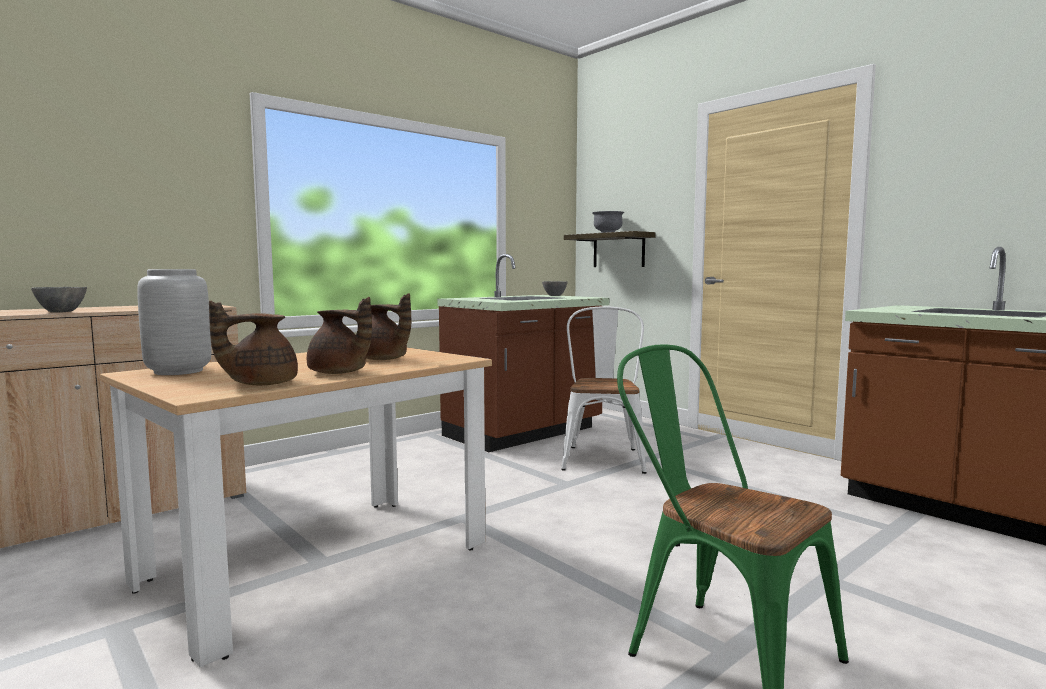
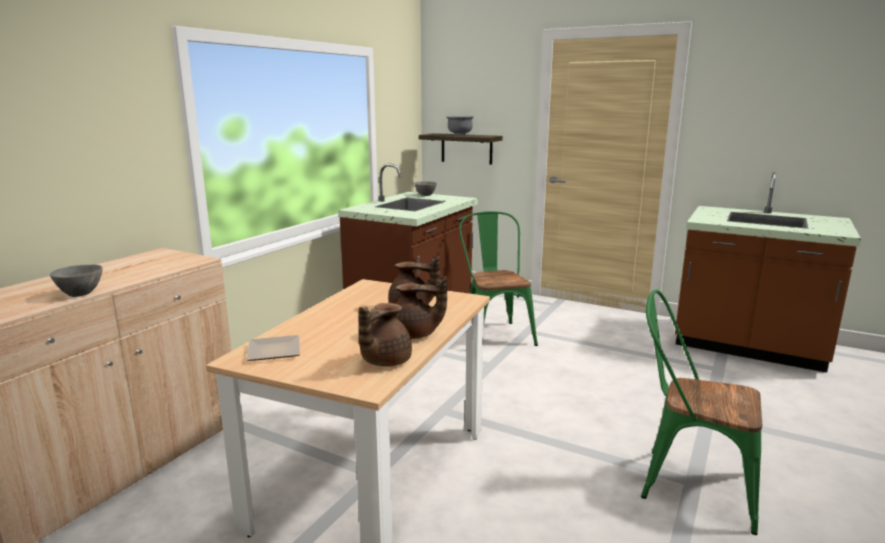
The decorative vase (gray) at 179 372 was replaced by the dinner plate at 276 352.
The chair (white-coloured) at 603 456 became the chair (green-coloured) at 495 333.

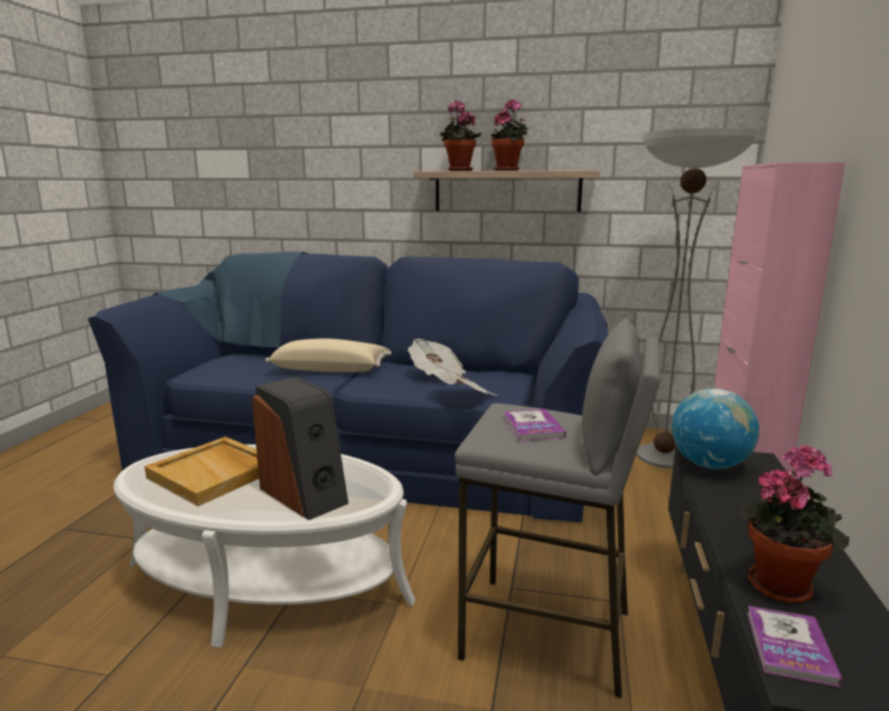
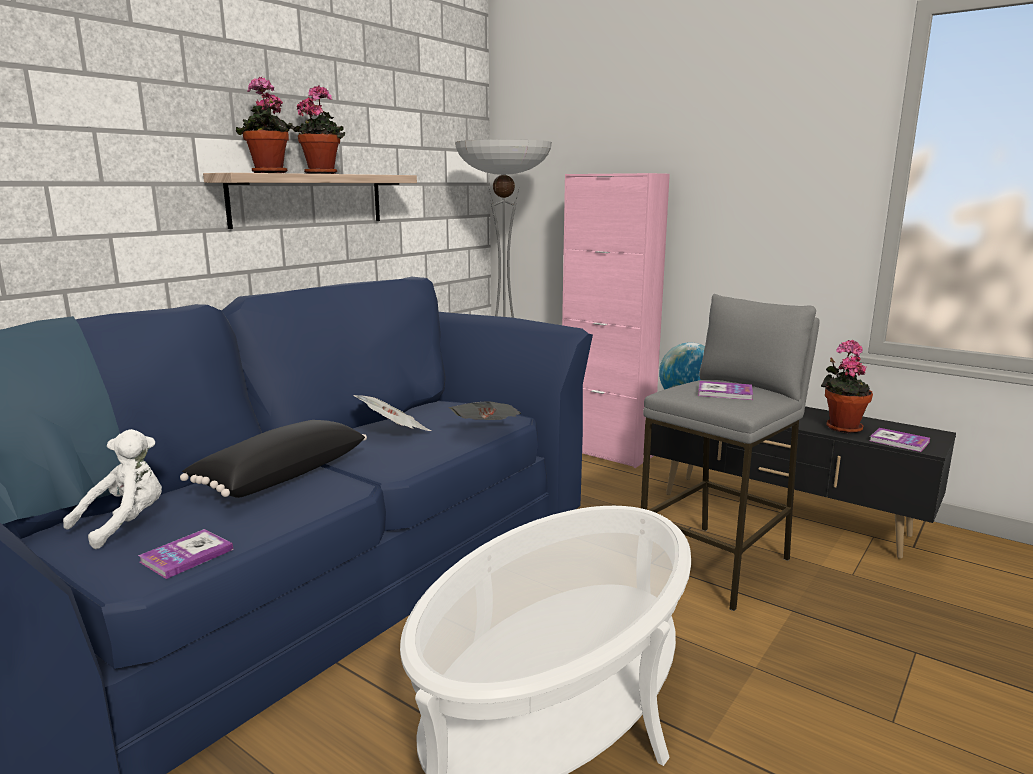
The tray (sand-coloured) at 215 473 disappeared.
The loudspeaker at 305 494 disappeared.
The soft toy (white-coloured) at 125 524 appeared.
The volume at 187 555 appeared.
The pillow (sand-coloured) at 331 369 became the pillow (blackish) at 280 475.

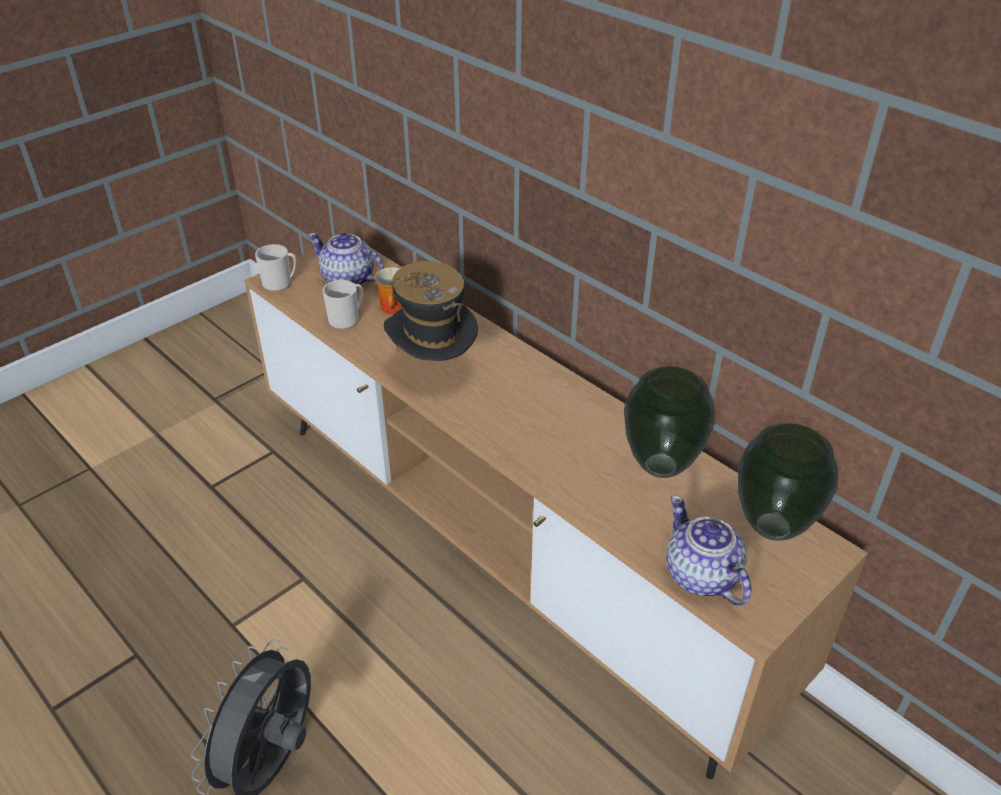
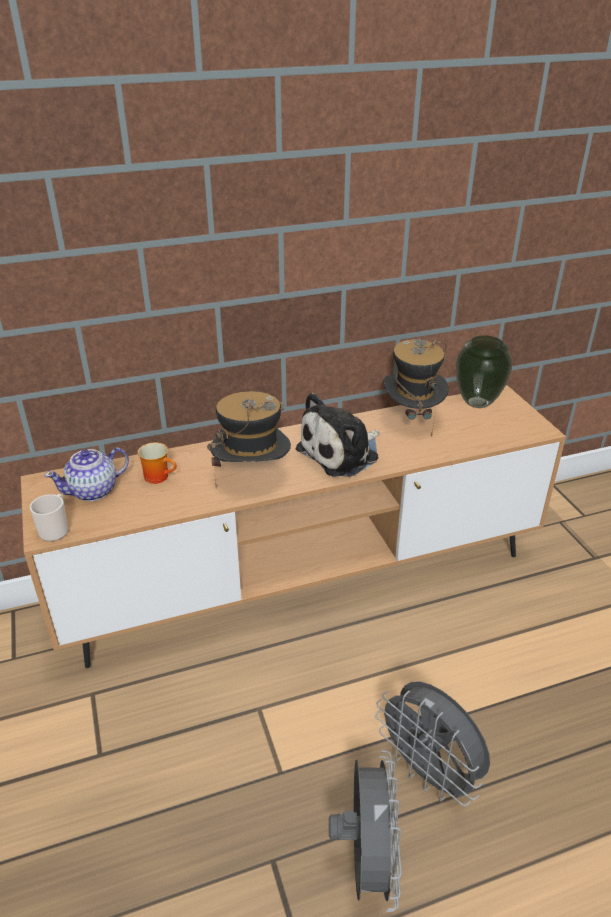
The mug at 347 319 disappeared.
The pot for tea at 701 576 disappeared.
The soft toy at 342 453 appeared.
The electric fan (gray) at 366 861 appeared.
The decorative vase at 662 466 was replaced by the wearable hat at 412 419.

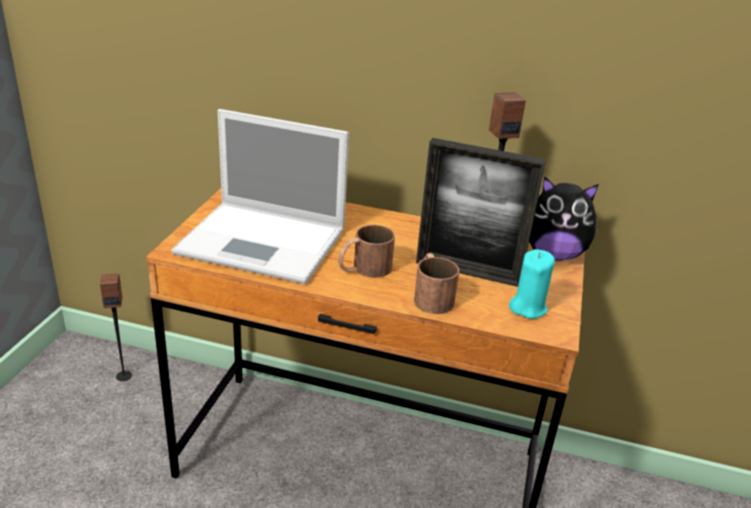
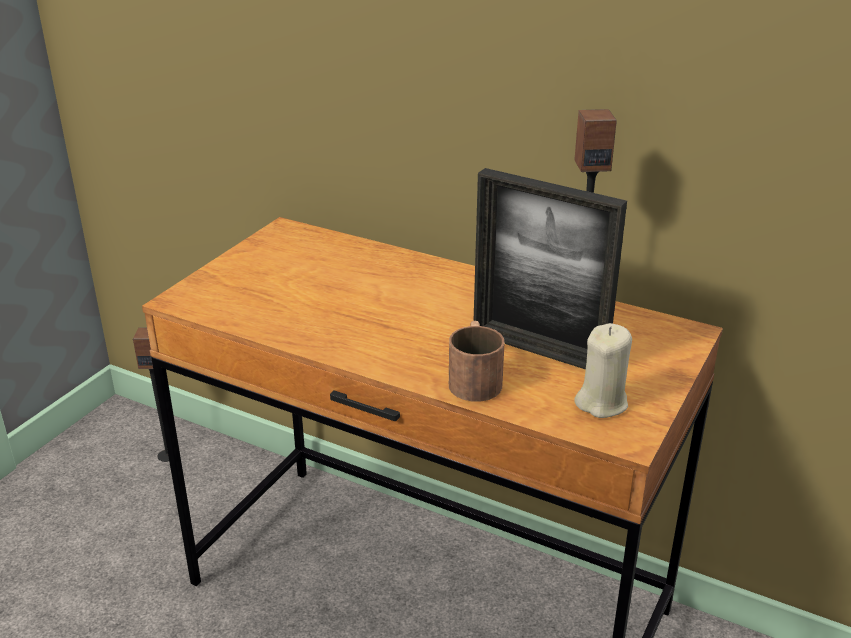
The laptop at 265 242 disappeared.
The mug (brownish) at 364 269 disappeared.
The soft toy at 553 254 disappeared.
The wax candle (turquoise) at 527 307 became the wax candle (sand-coloured) at 601 403.

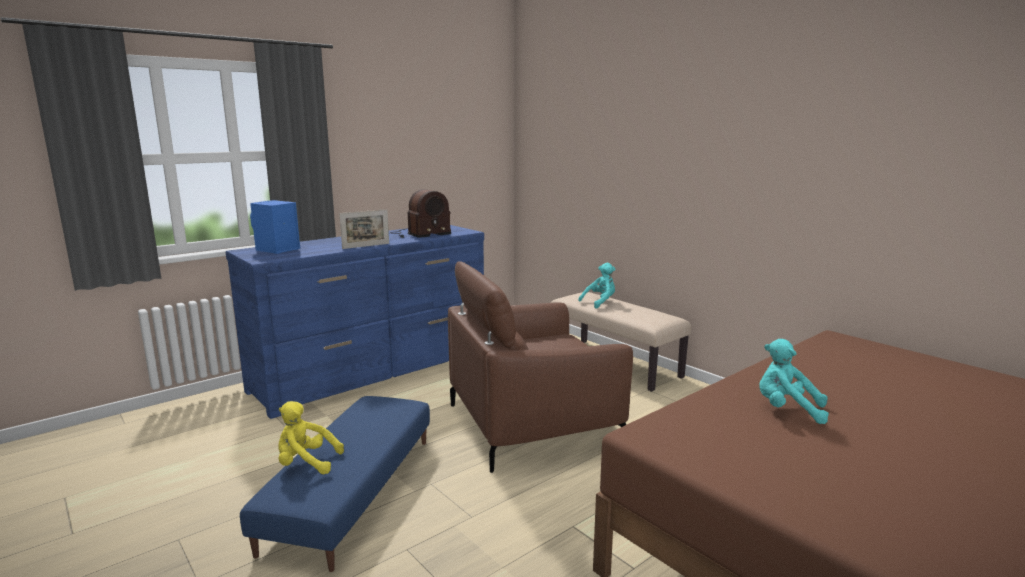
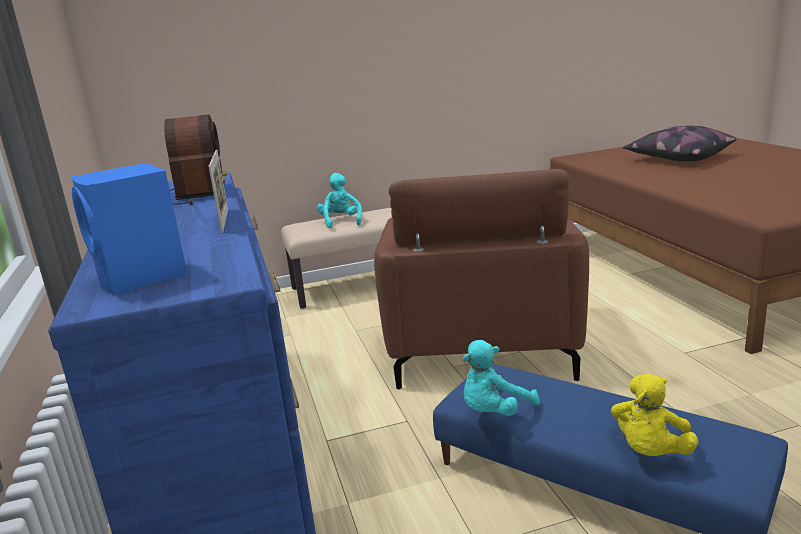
The pillow at 677 158 appeared.
The soft toy (turquoise) moved from 787 410 to 494 412.

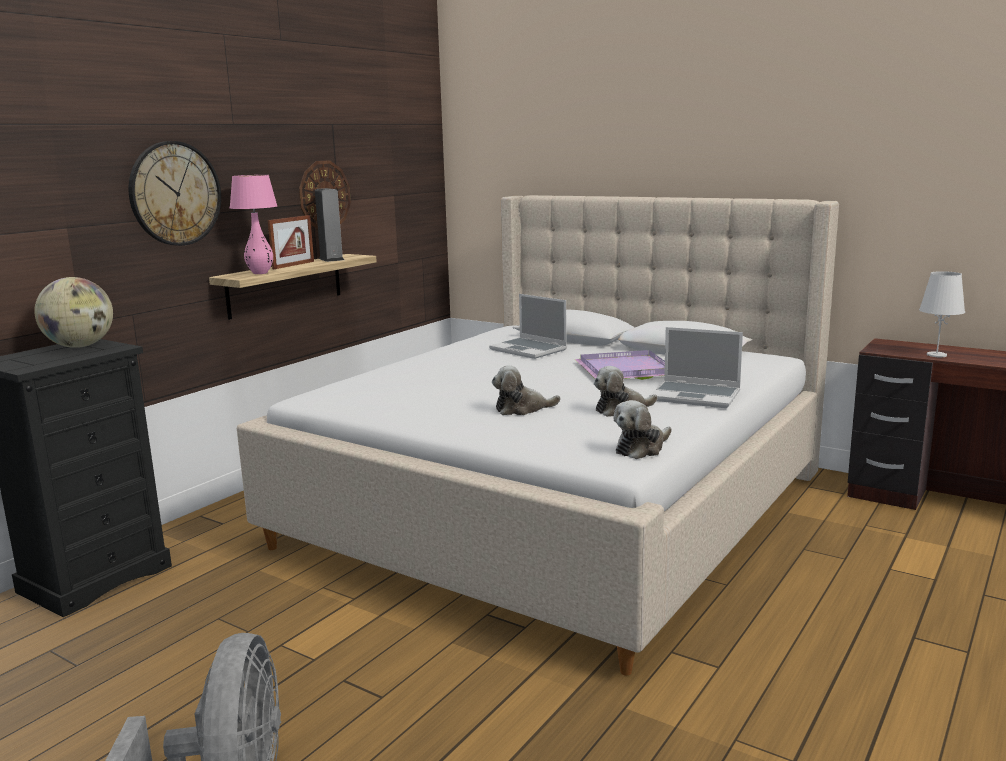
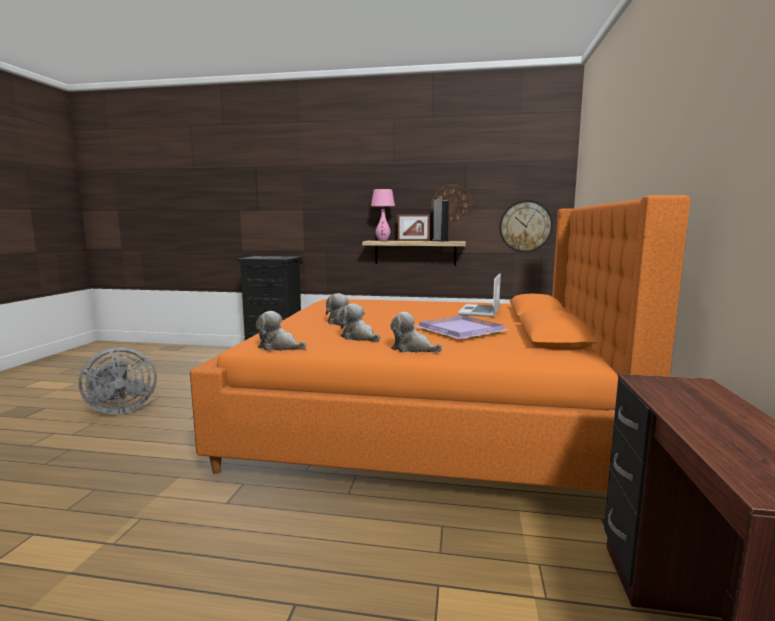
The world globe at 80 346 disappeared.
The table lamp (white-coloured) at 936 355 disappeared.
The wall clock moved from 175 193 to 525 226.
The laptop at 696 396 was replaced by the soft toy at 412 349.
The bedroom bed (sand-coloured) at 561 507 became the bedroom bed (orangey) at 426 419.

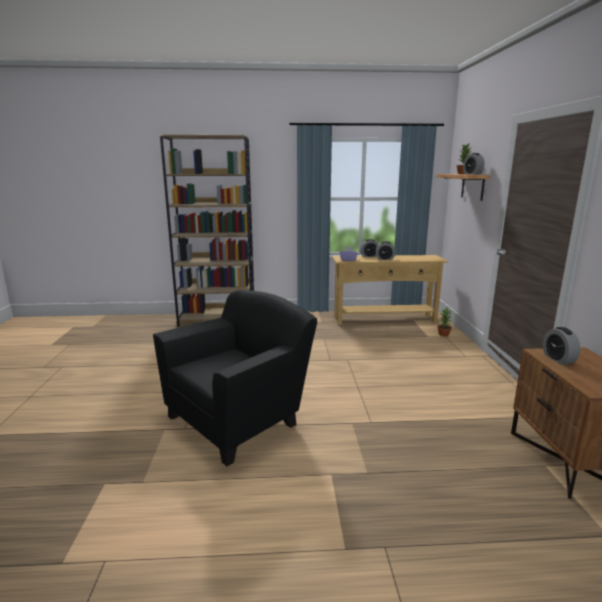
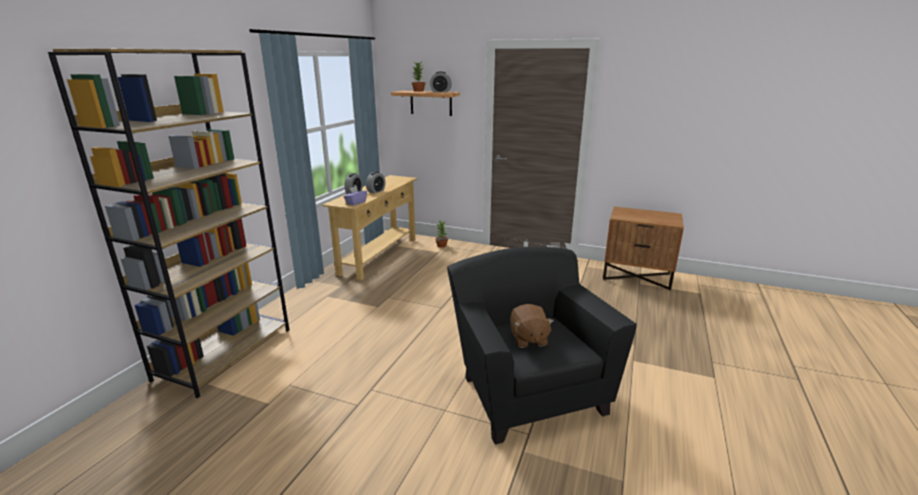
The table clock at 558 359 disappeared.
The soft toy (brownish) at 528 339 appeared.

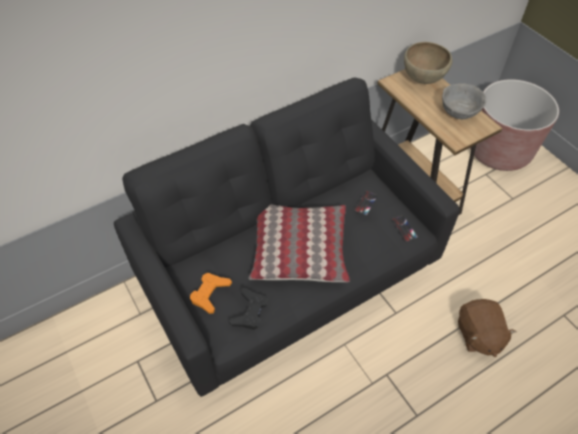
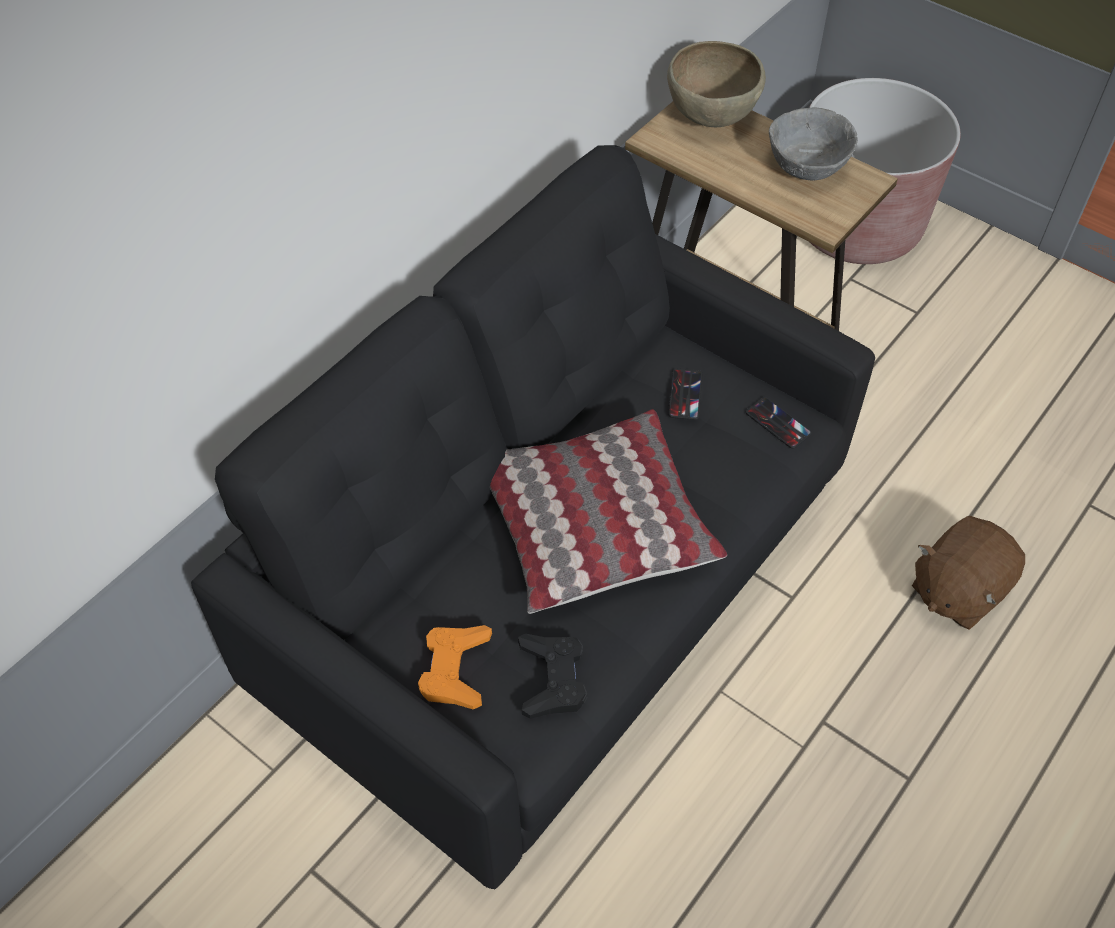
The soft toy (brownish) at 478 334 turned 75 degrees clockwise.

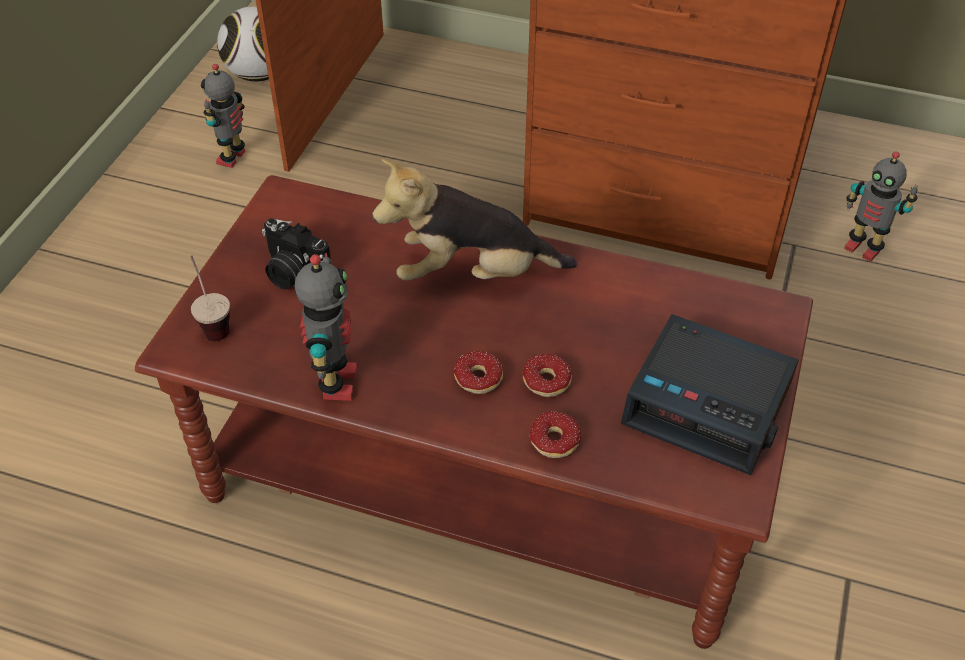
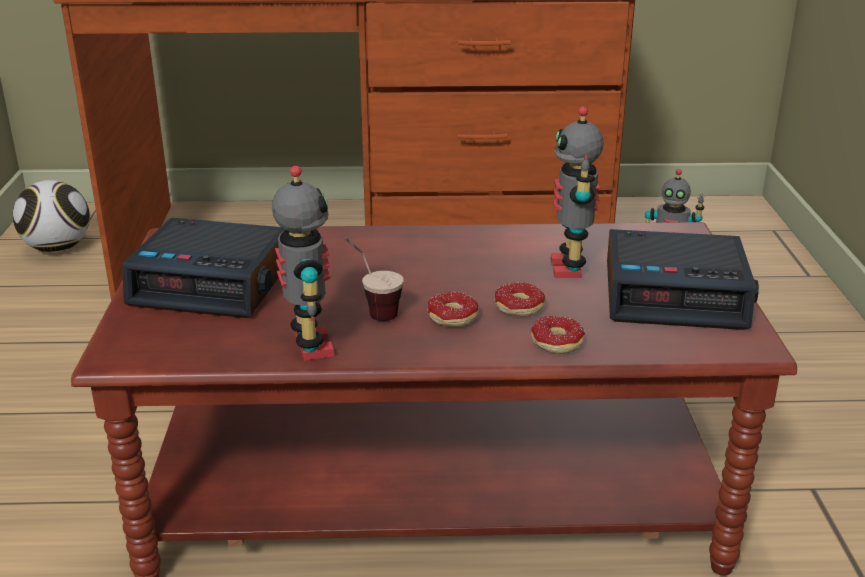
The soft toy at 472 274 disappeared.
The cup moved from 212 322 to 372 309.
The model robot moved from 233 158 to 570 268.
The still camera at 292 272 was replaced by the table clock at 215 283.

